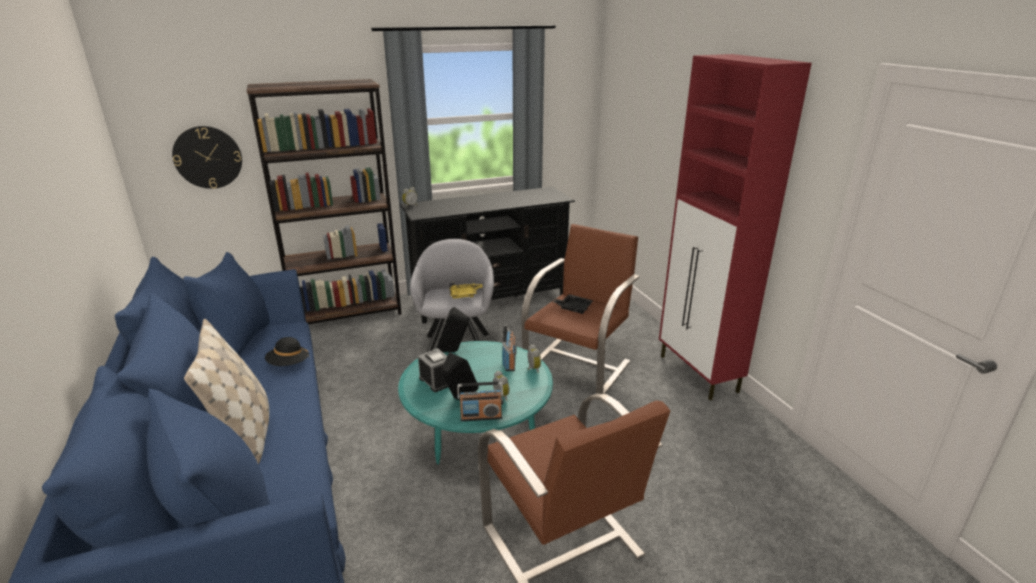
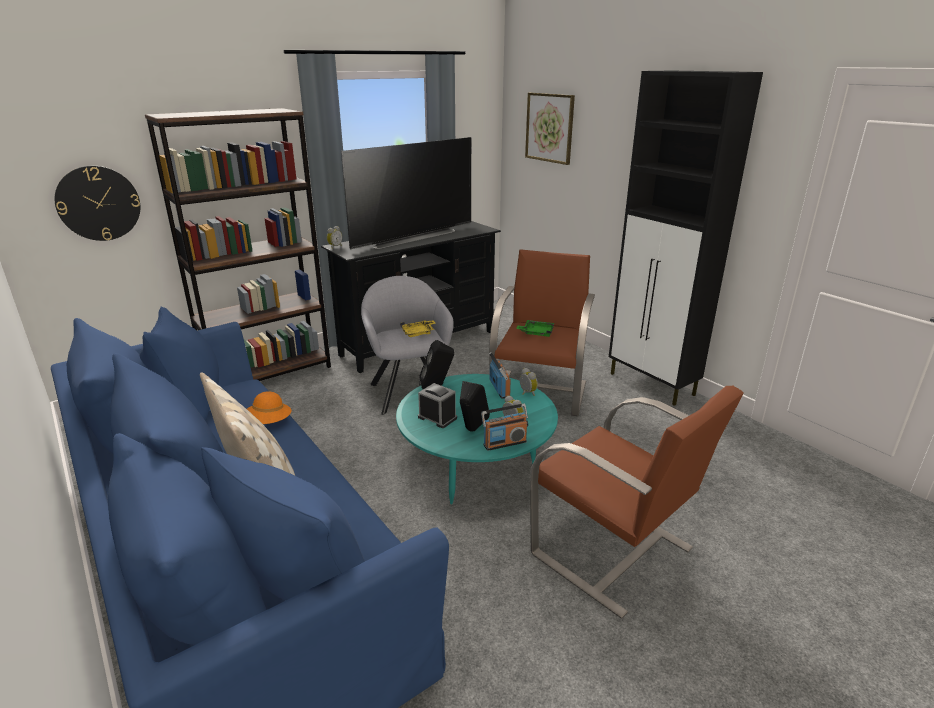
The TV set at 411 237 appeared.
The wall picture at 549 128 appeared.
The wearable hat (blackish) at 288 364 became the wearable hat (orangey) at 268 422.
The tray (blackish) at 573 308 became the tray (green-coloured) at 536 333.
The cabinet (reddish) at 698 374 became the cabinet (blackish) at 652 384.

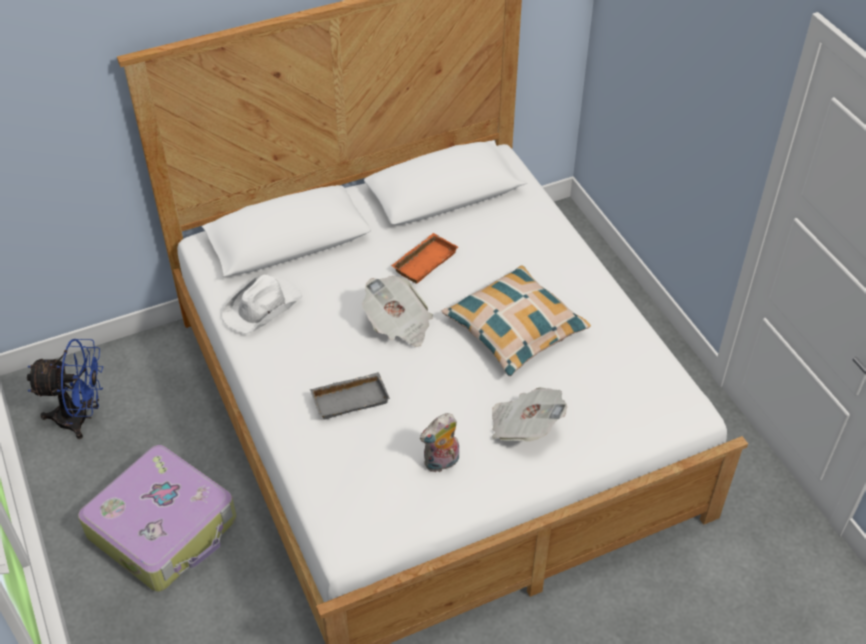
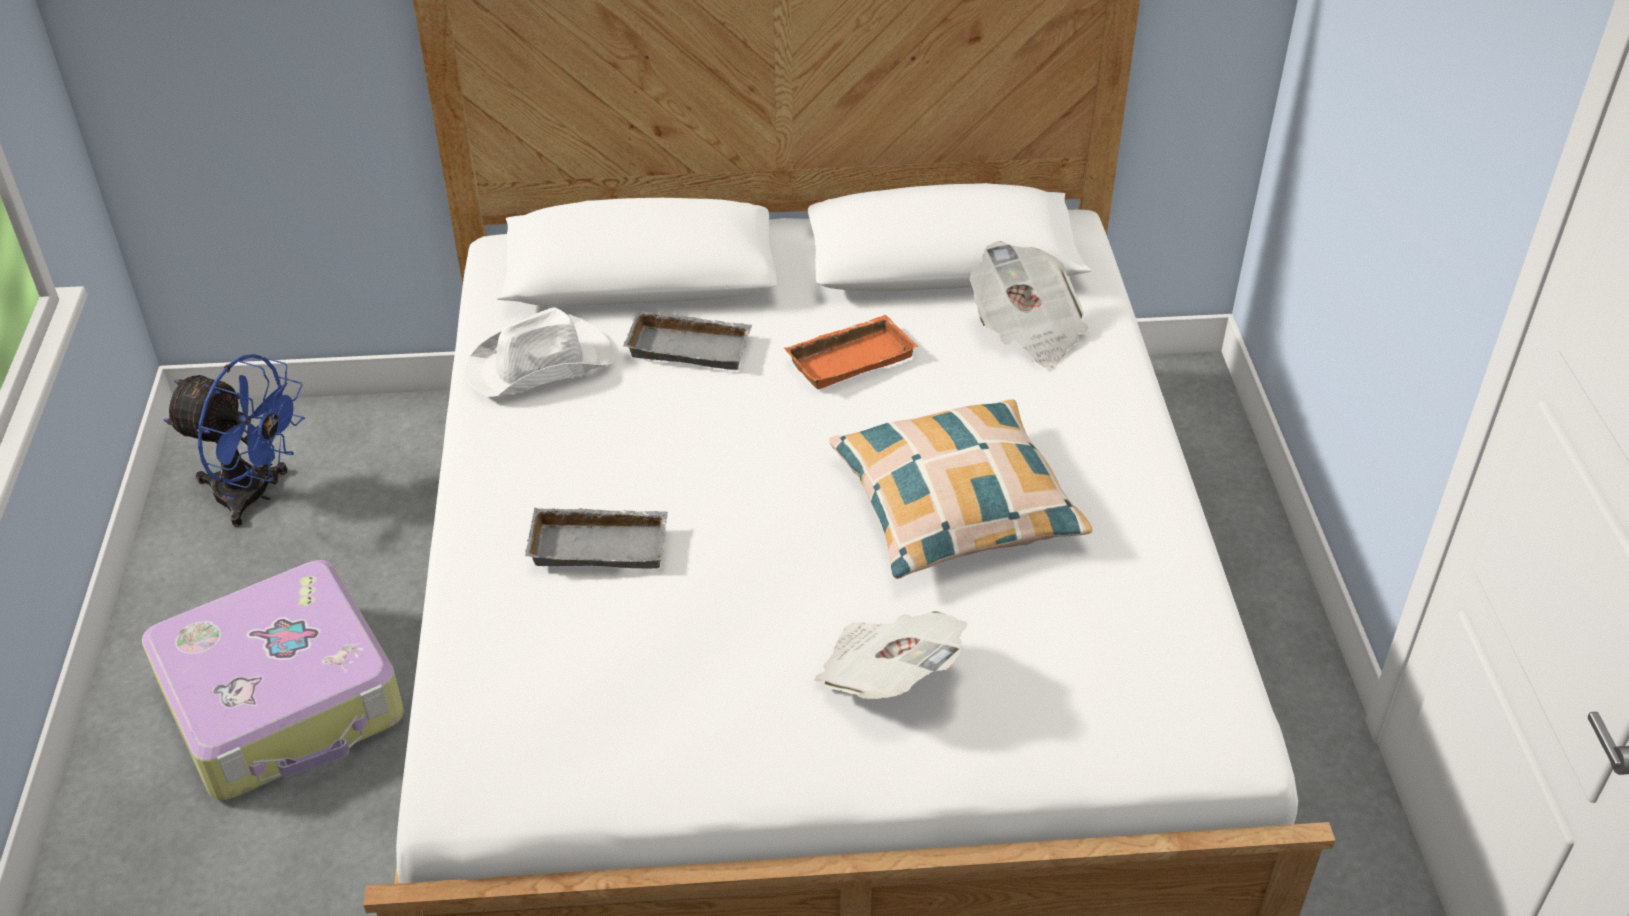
The soft toy at 441 463 disappeared.
The tray (gray) at 691 346 appeared.
The newspaper moved from 398 324 to 1026 330.

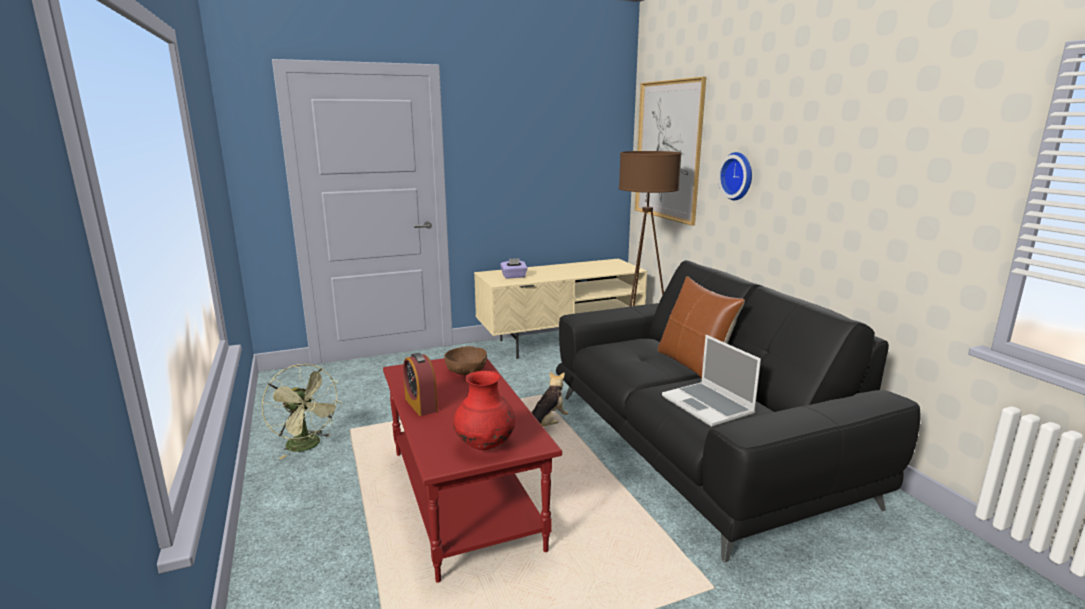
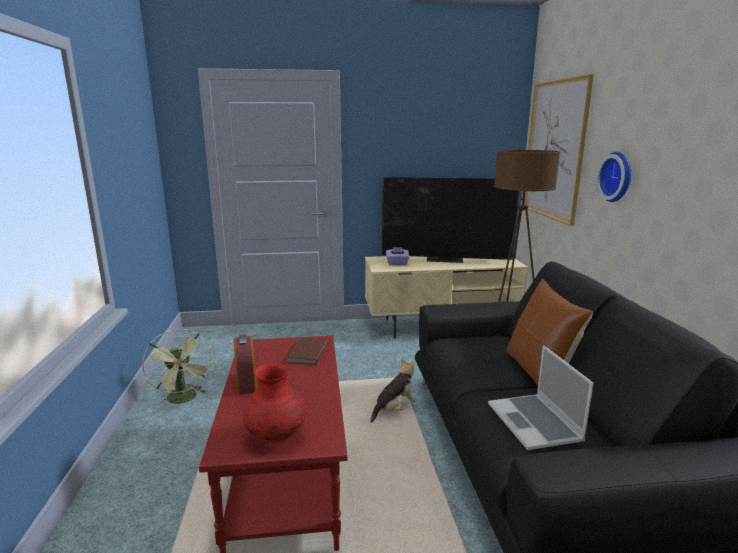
The TV set at 445 259 appeared.
The serving bowl (brownish) at 466 371 was replaced by the volume (brownish) at 306 353.

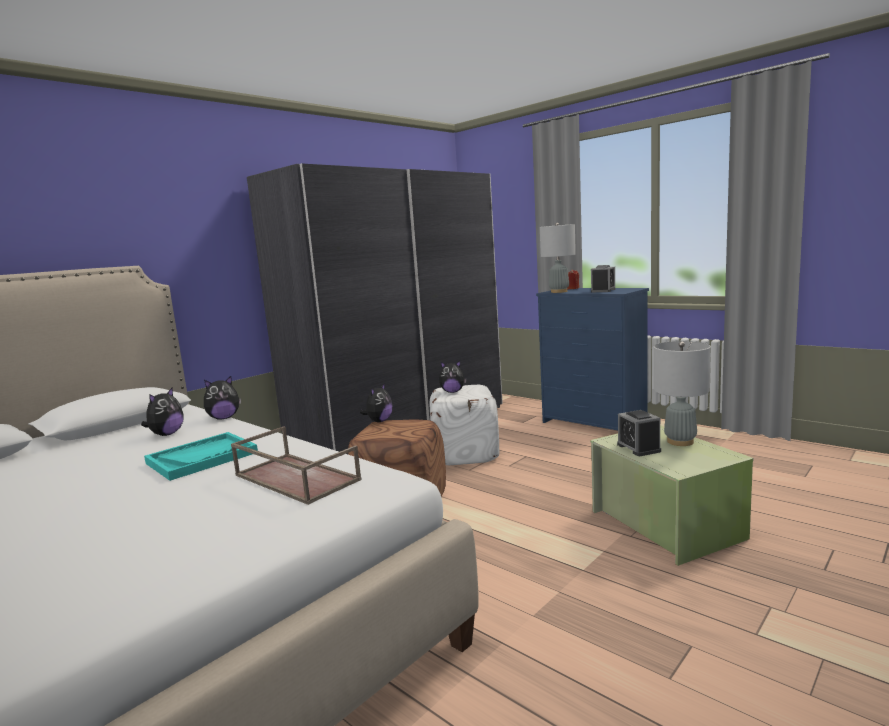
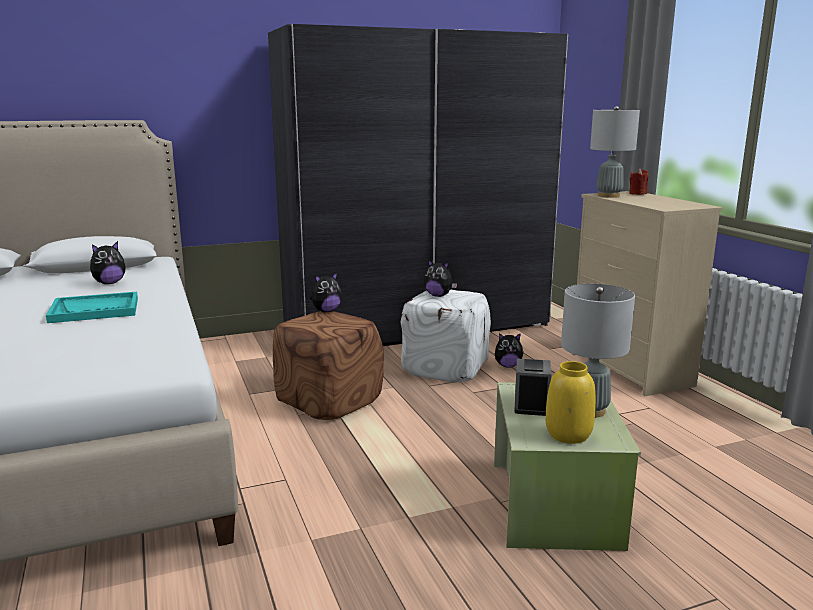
The tray (brownish) at 294 478 disappeared.
The table clock at 603 290 disappeared.
The decorative vase (yellow-coloured) at 568 435 appeared.
The soft toy moved from 224 418 to 508 366.
The drawer chest (blue) at 594 423 became the drawer chest (sand-coloured) at 630 370.

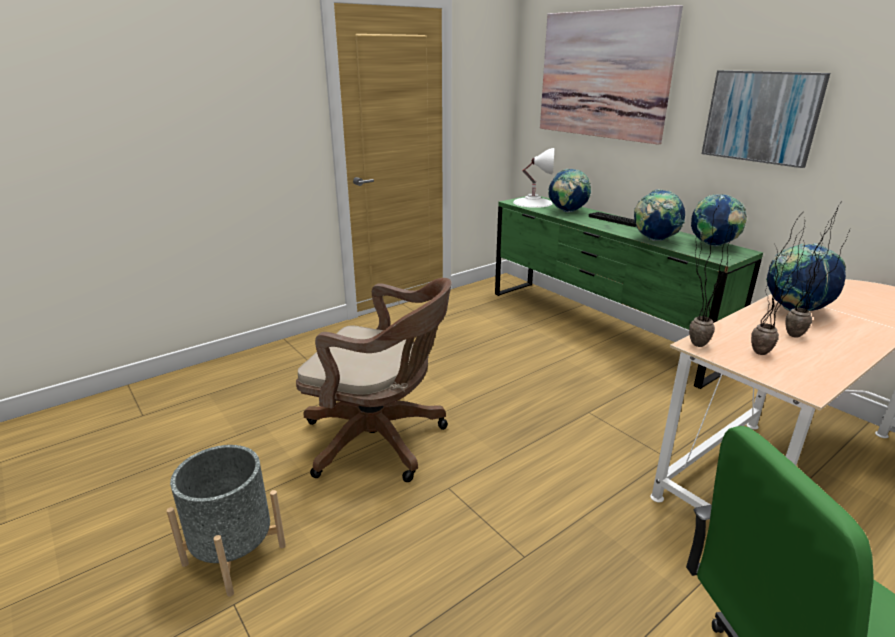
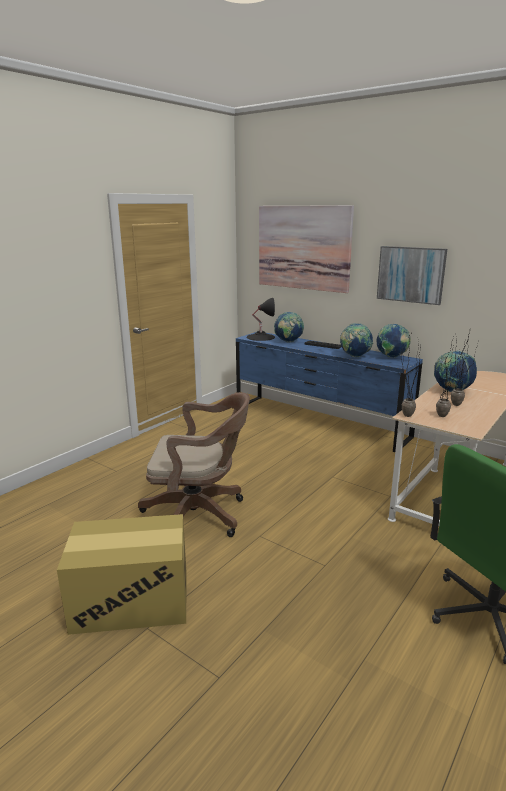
The flower pot (gray) at 234 554 was replaced by the packing box at 131 601.
The drawer chest (green-coloured) at 598 326 became the drawer chest (blue) at 318 421.
The table lamp (white-coloured) at 532 202 became the table lamp (blackish) at 260 337.

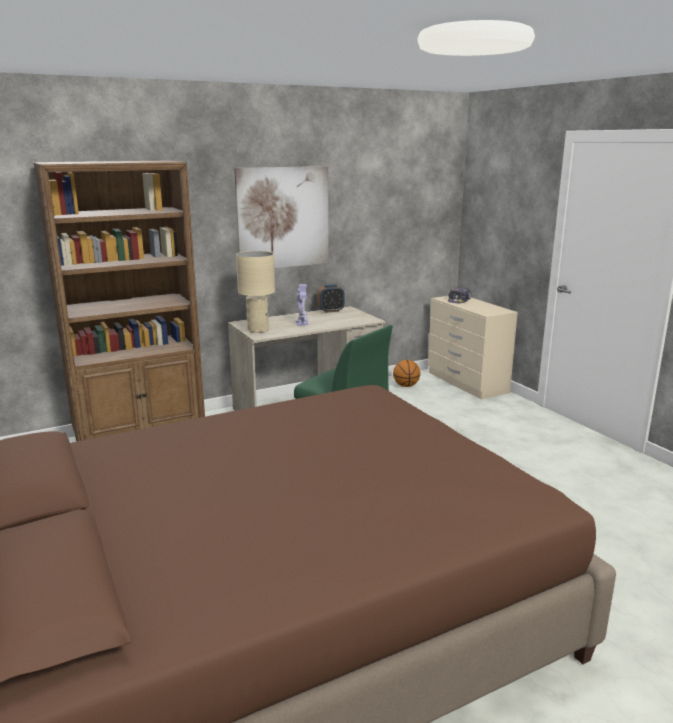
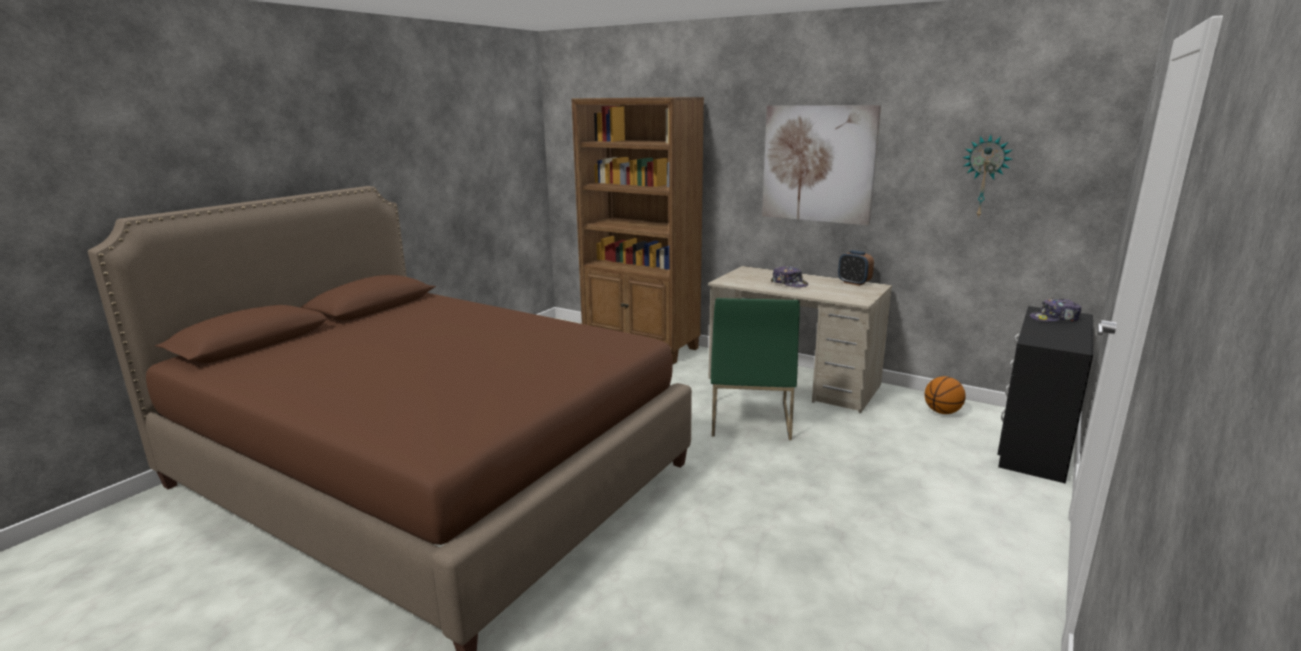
The table lamp (sand-coloured) at 258 330 disappeared.
The wall clock at 984 176 appeared.
The model robot at 302 323 was replaced by the cap at 789 283.
The drawer chest (sand-coloured) at 466 382 became the drawer chest (blackish) at 1033 445.

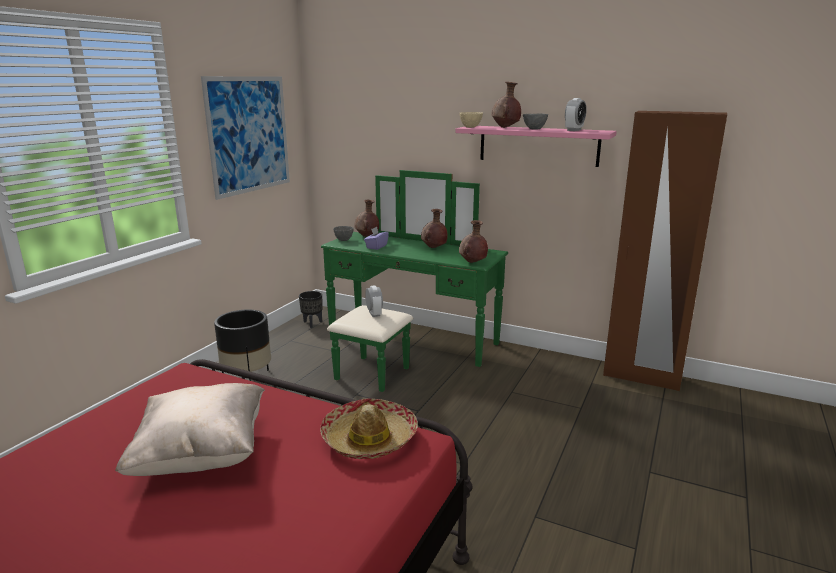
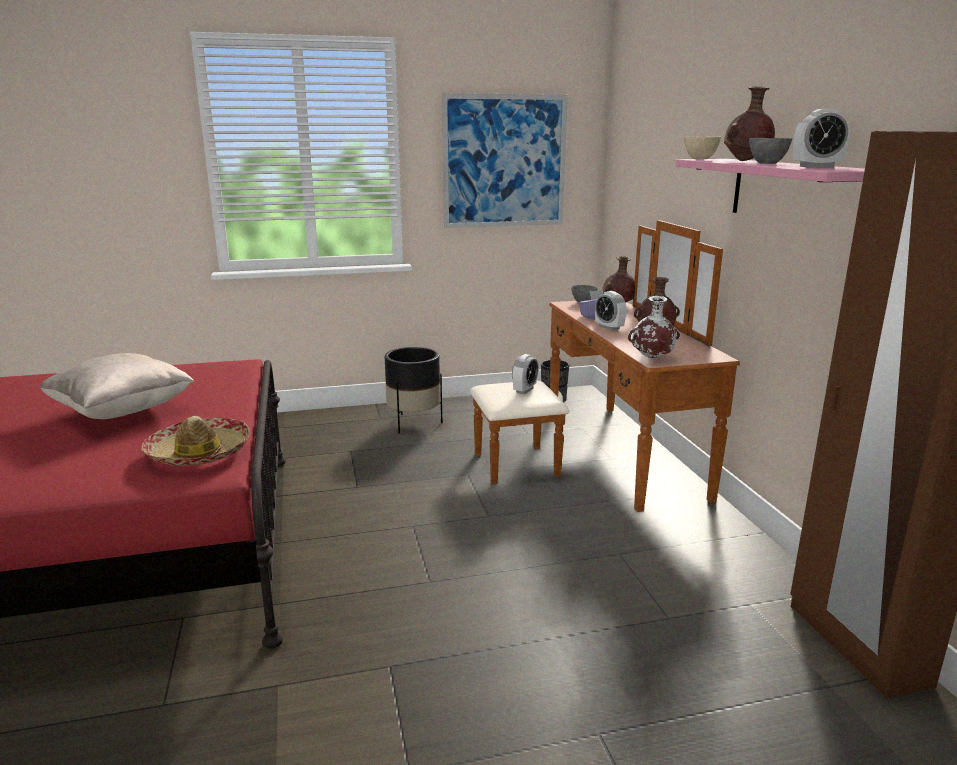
The table clock at 609 327 appeared.
The drawer chest (green-coloured) at 405 346 became the drawer chest (brownish) at 598 455.
The decorative vase (brownish) at 472 262 became the decorative vase (white-coloured) at 651 358.

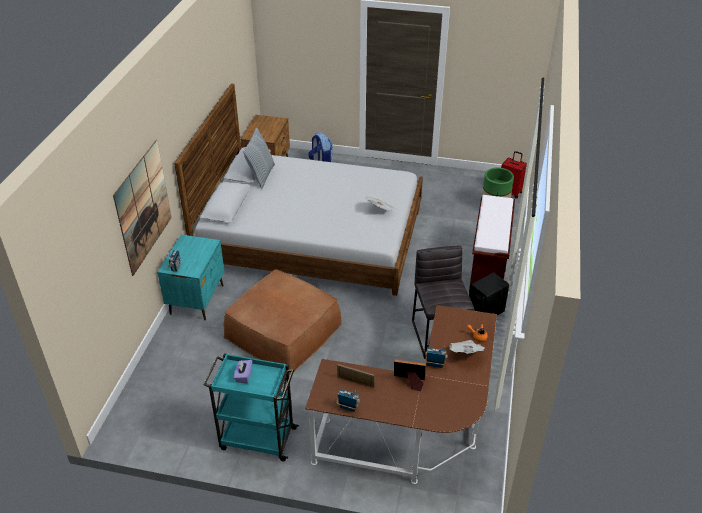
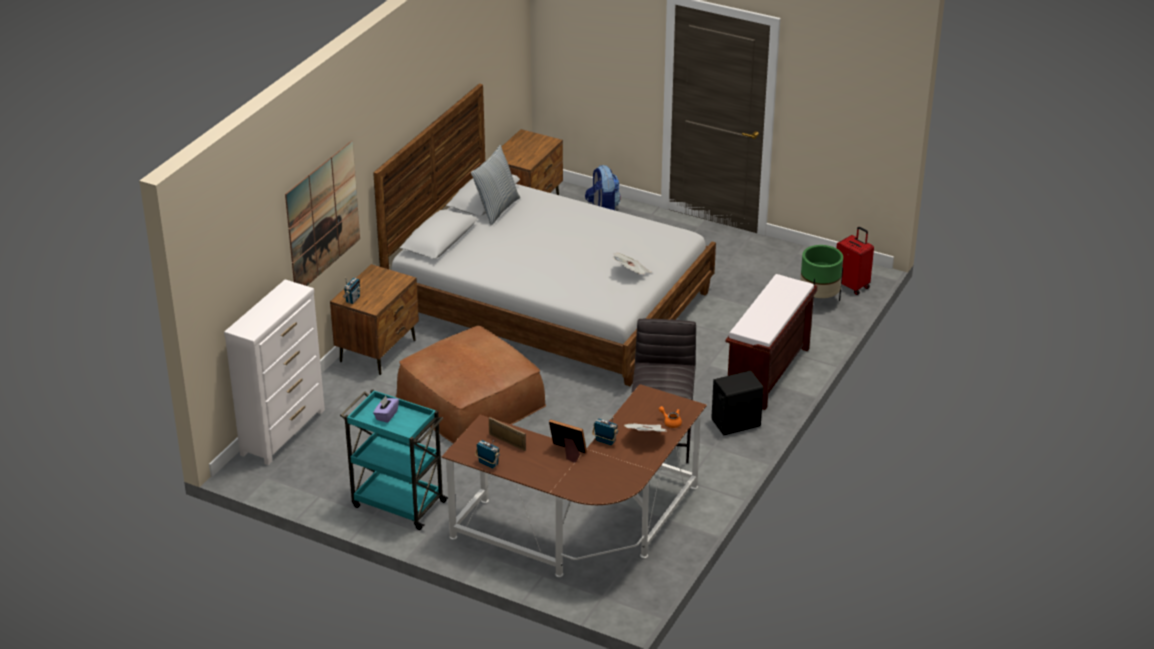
The drawer chest (white-coloured) at 283 432 appeared.
The nightstand (turquoise) at 197 299 became the nightstand (brownish) at 378 351.

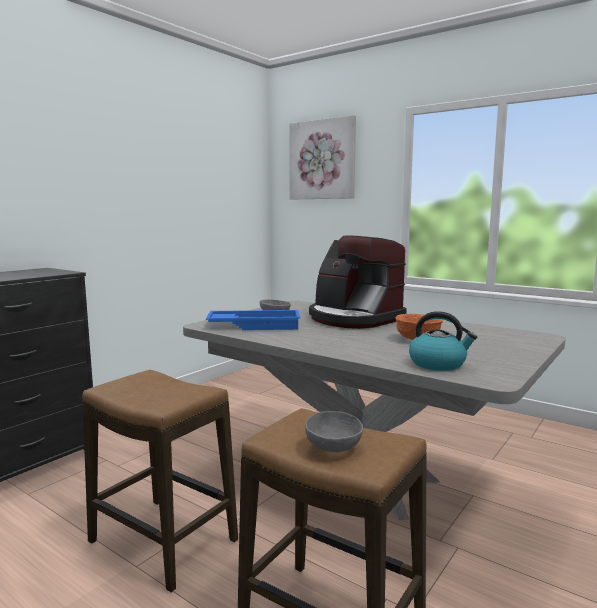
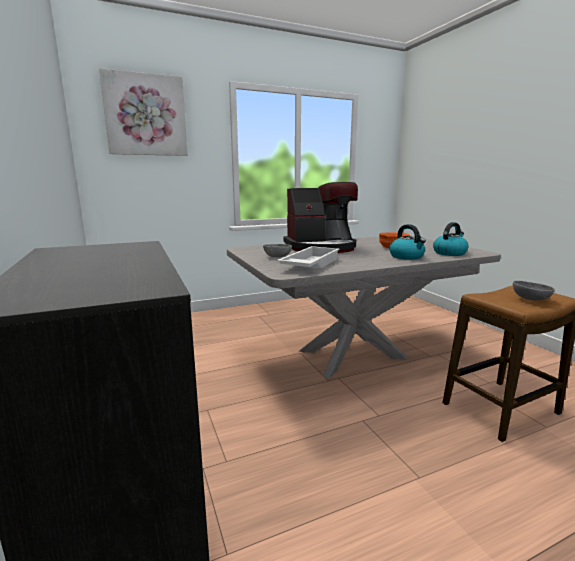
The stool seat at 162 541 disappeared.
The water kettle at 407 257 appeared.
The tray (blue) at 255 325 became the tray (white-coloured) at 309 264.

